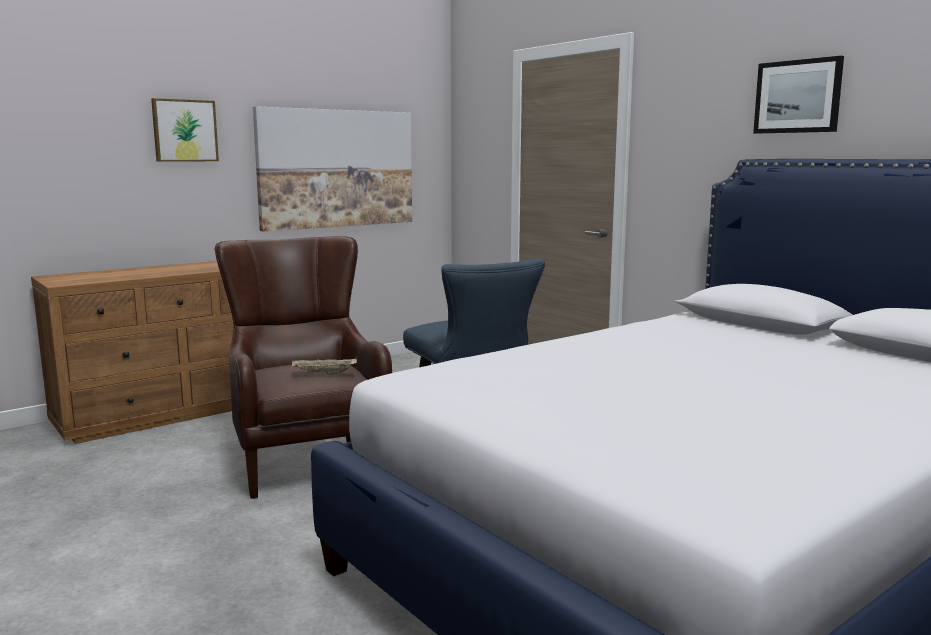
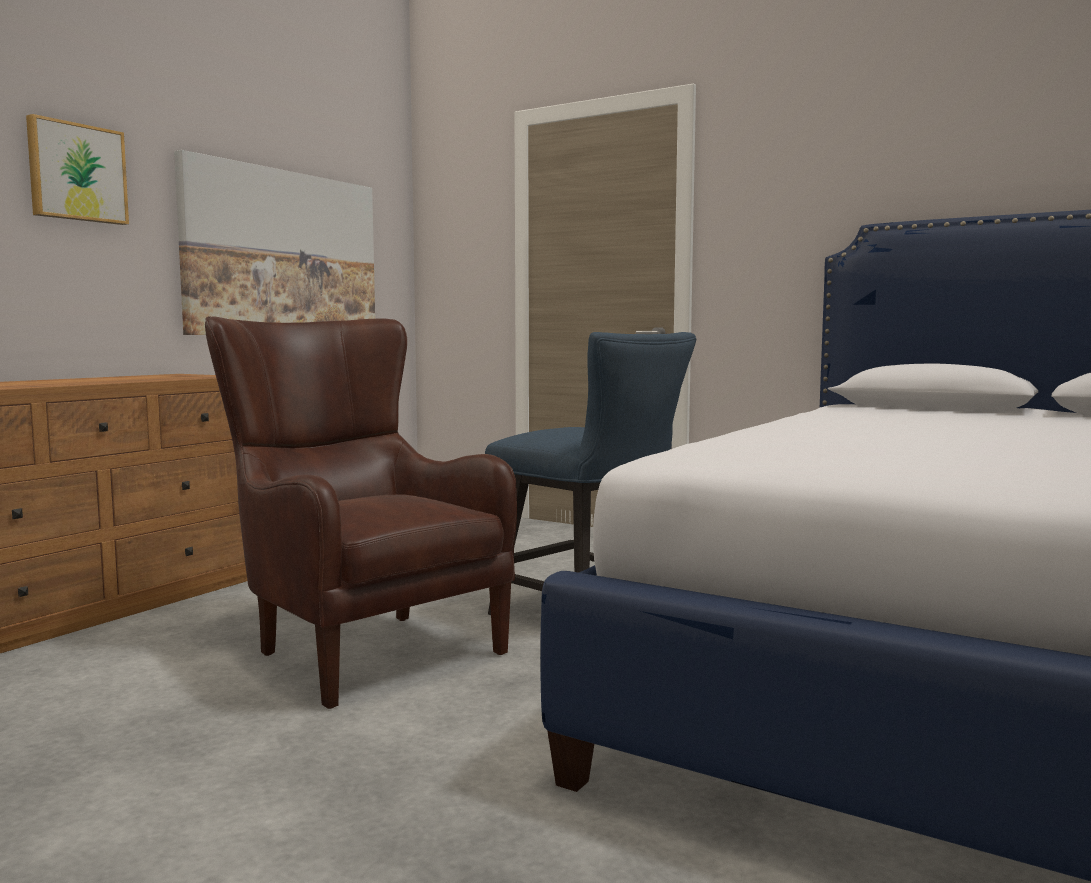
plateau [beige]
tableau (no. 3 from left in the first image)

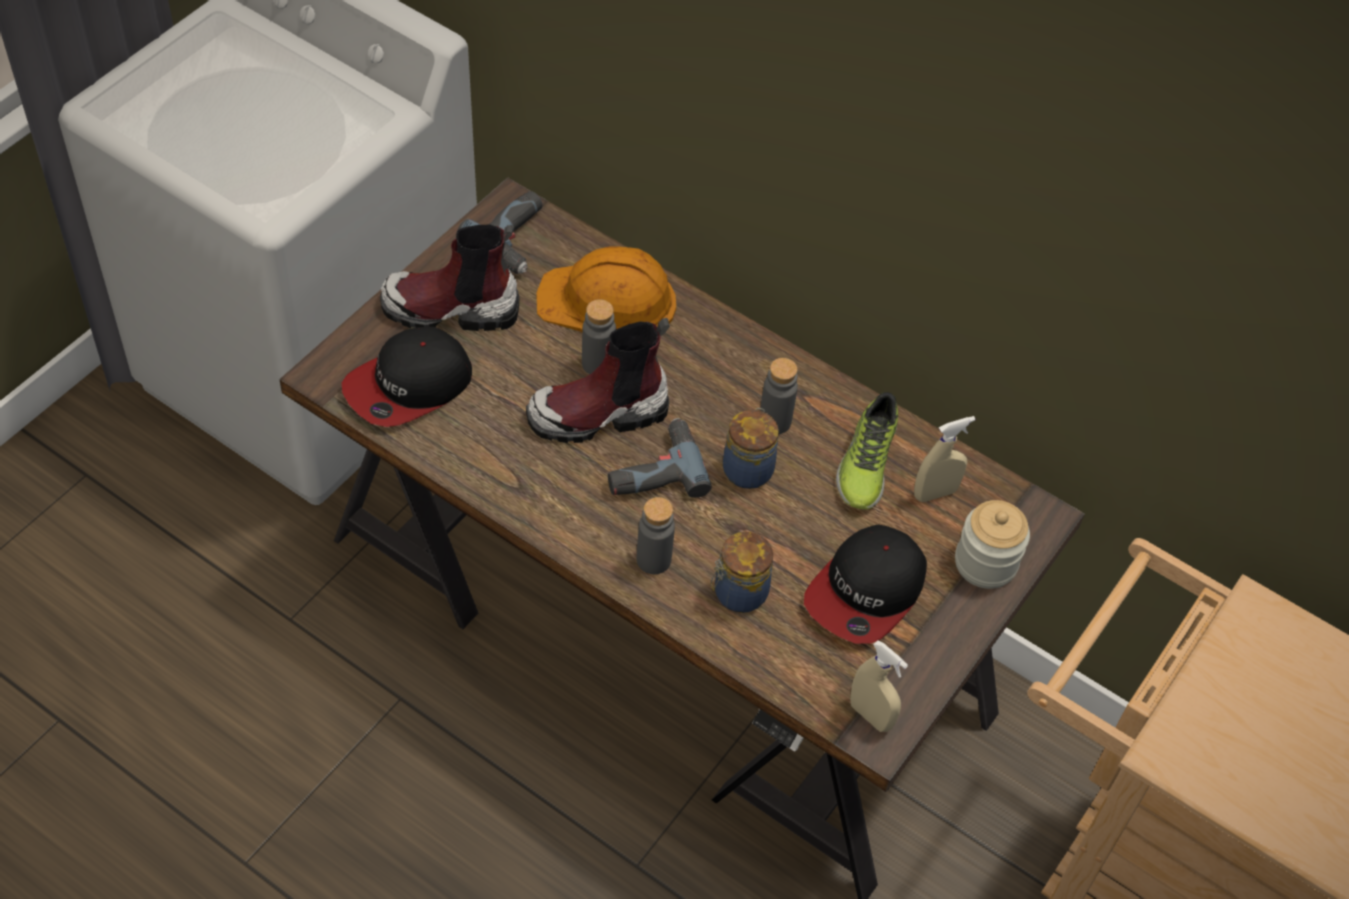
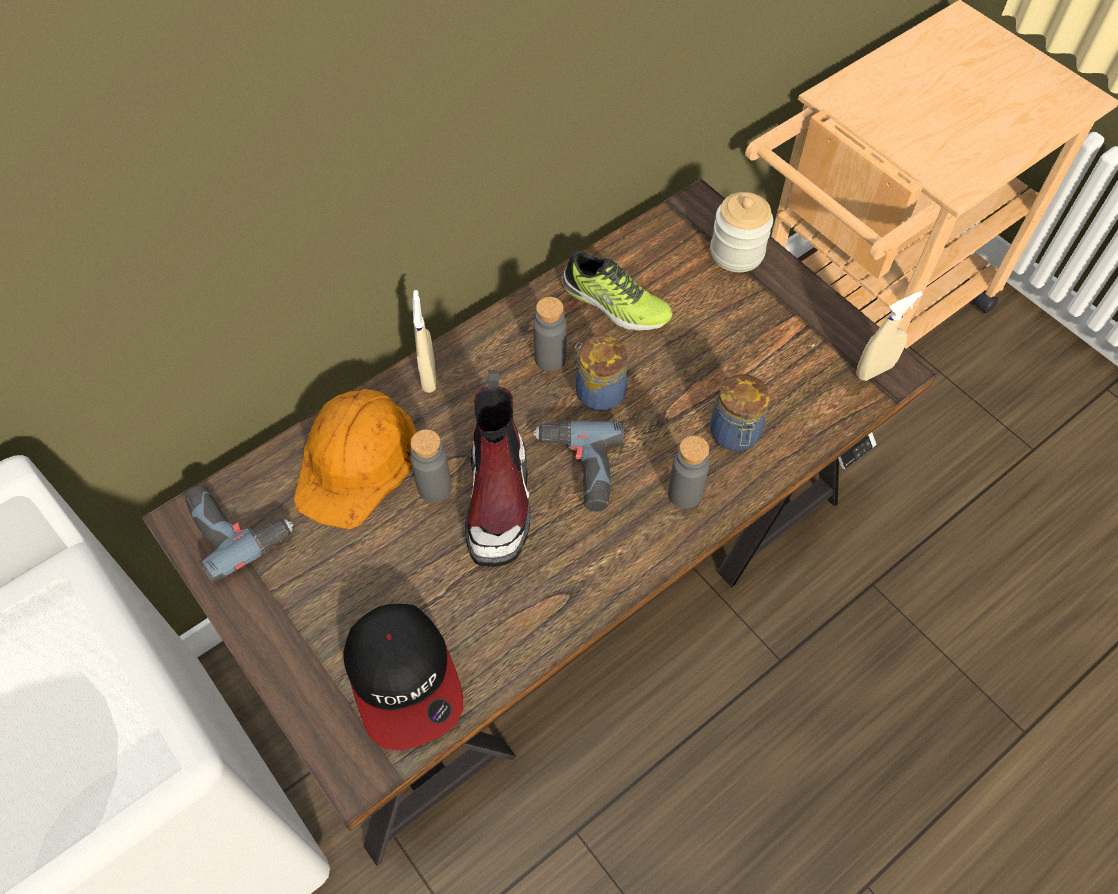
botte (no. 1 from left in the first image)
casquette (no. 2 from left in the first image)
vaporisateur [beige] (no. 1 from left)

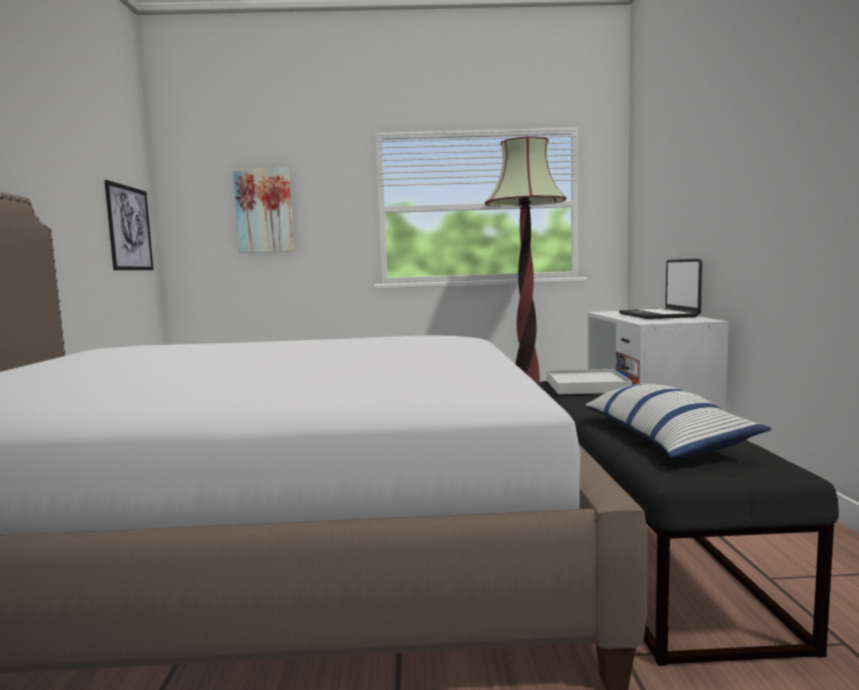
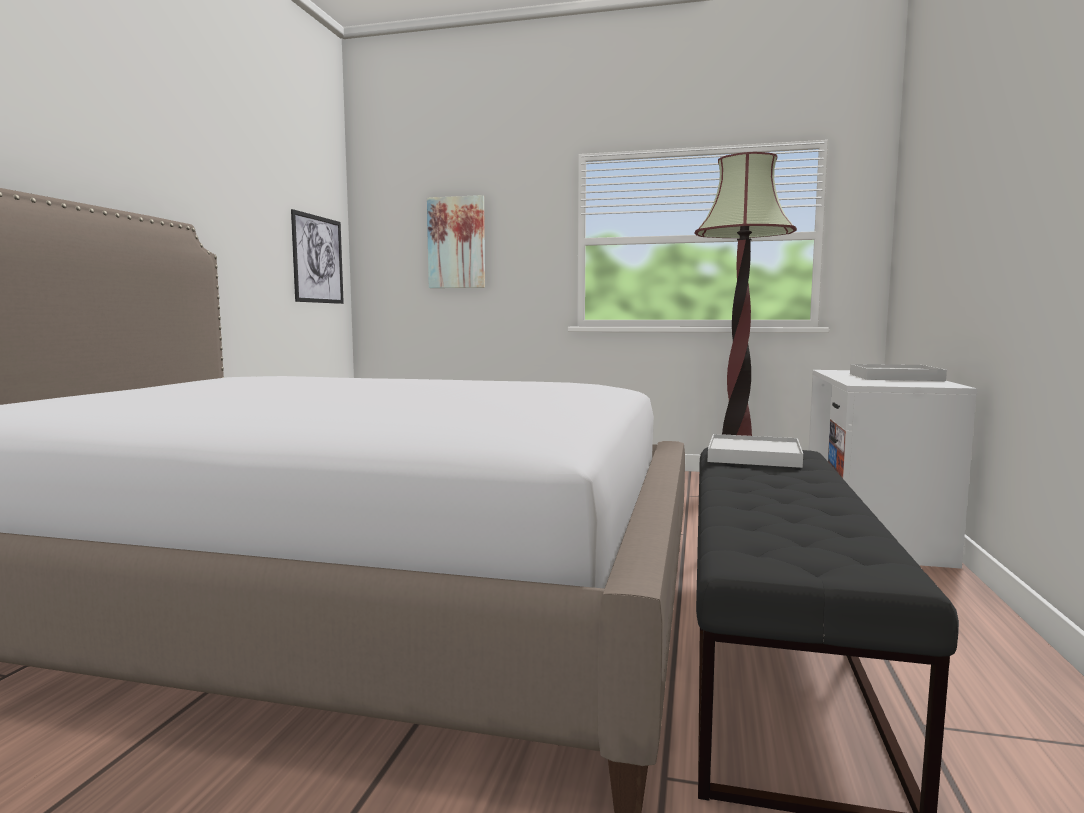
coussin
plateau [blanc] (no. 2 from left)

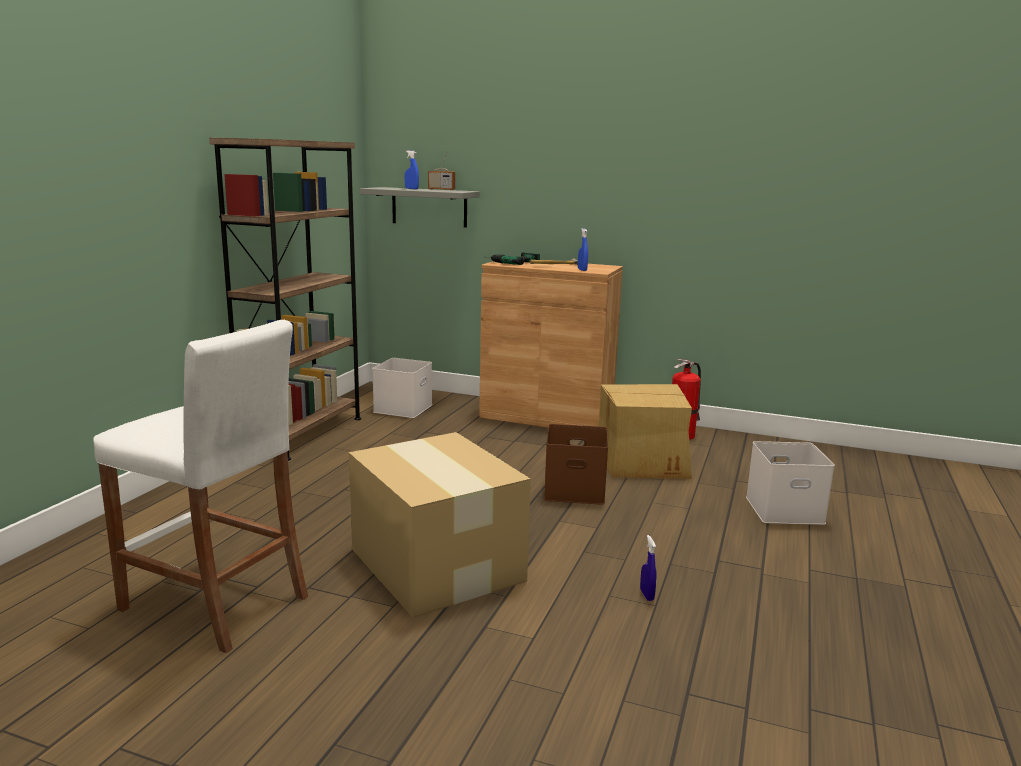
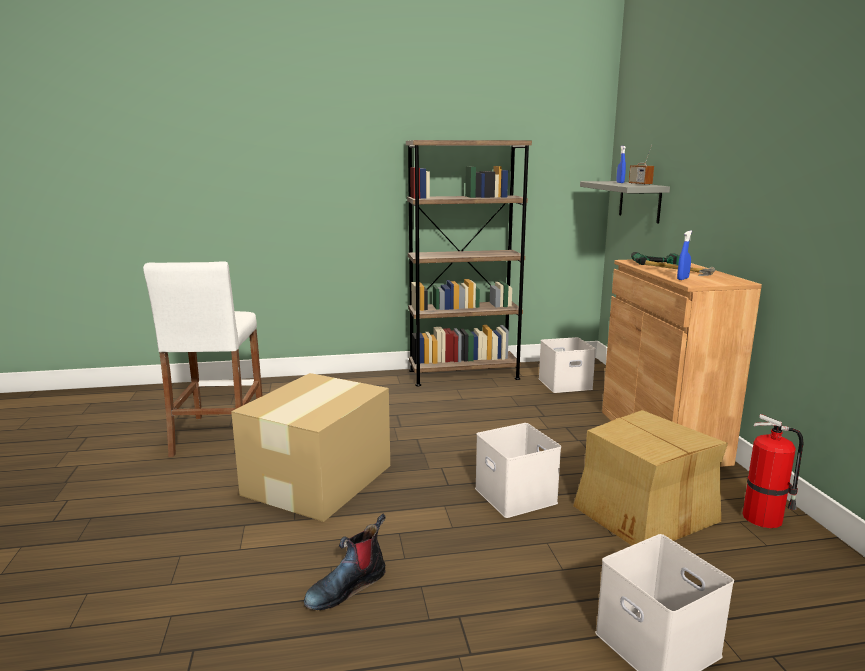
botte
boîte de rangement [blanc] (no. 1 from left)

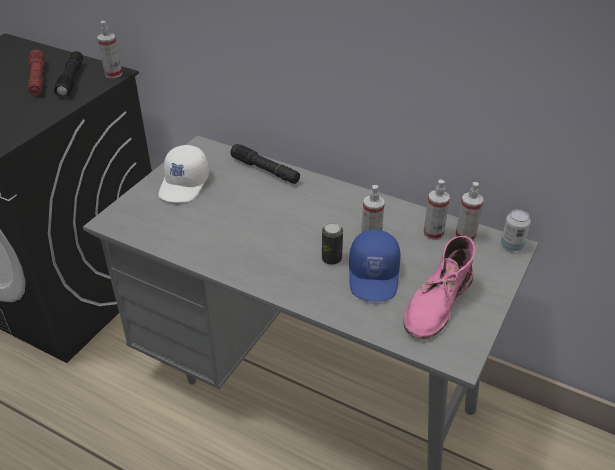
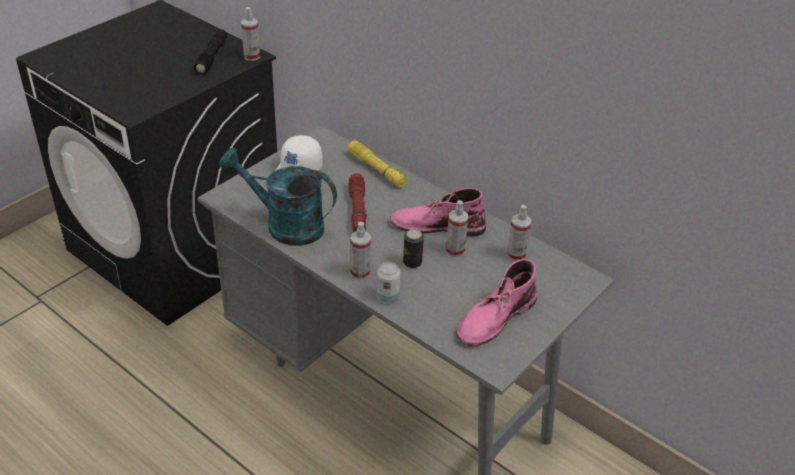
casquette [bleu]
arrosoir [turquoise]
botte [rose] (no. 1 from left)
lampe de poche [rouge]
vaporisateur (no. 2 from left)
boîte métallique (no. 1 from left)
lampe de poche [jaune]

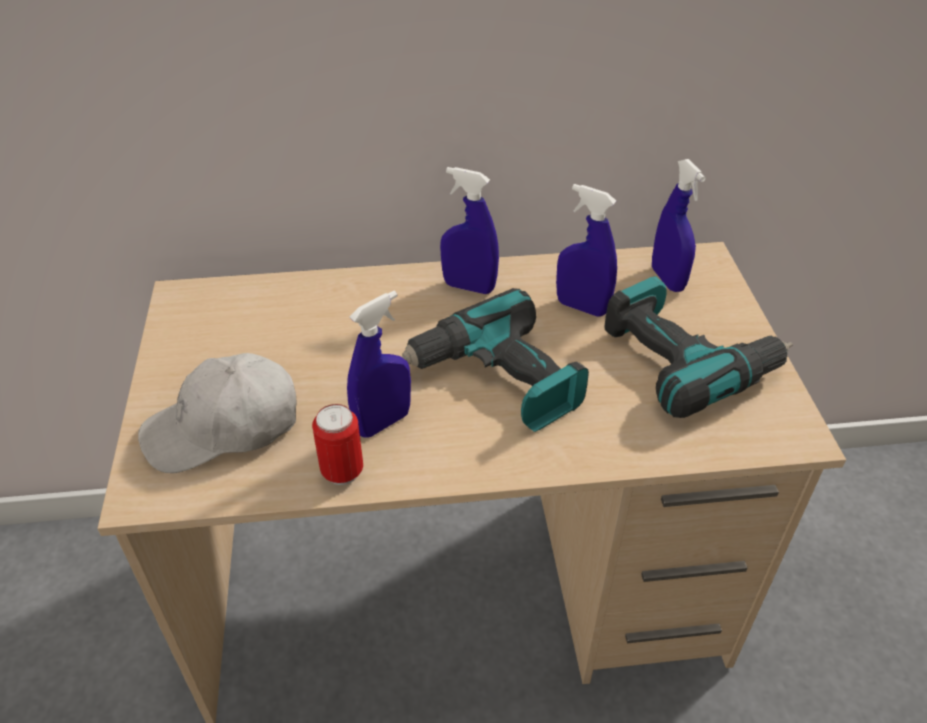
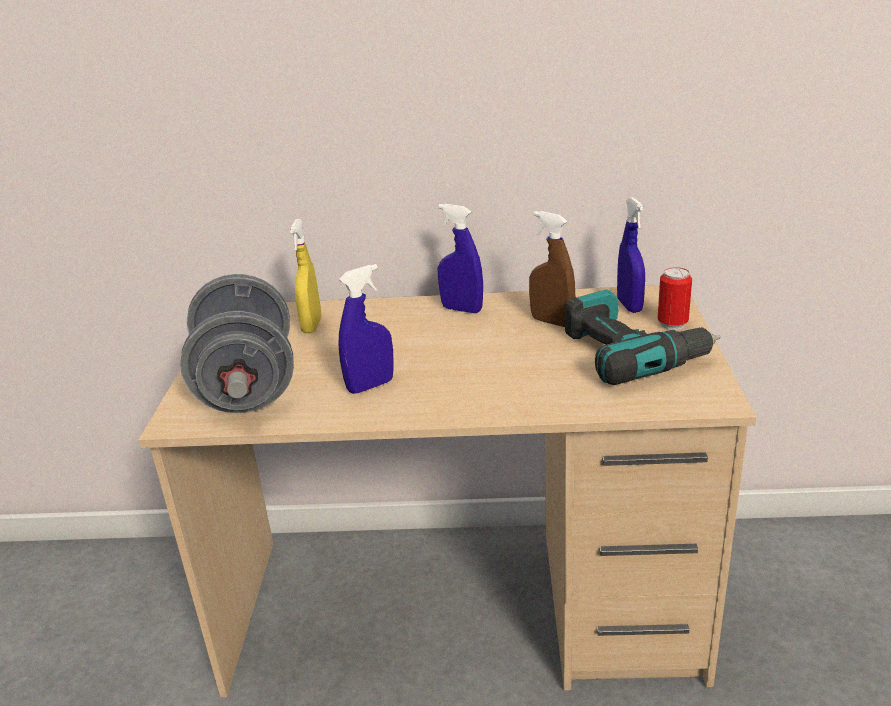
perceuse (no. 1 from left in the first image)
vaporisateur [jaune]
boîte métallique
haltère [gris]
vaporisateur [marron]

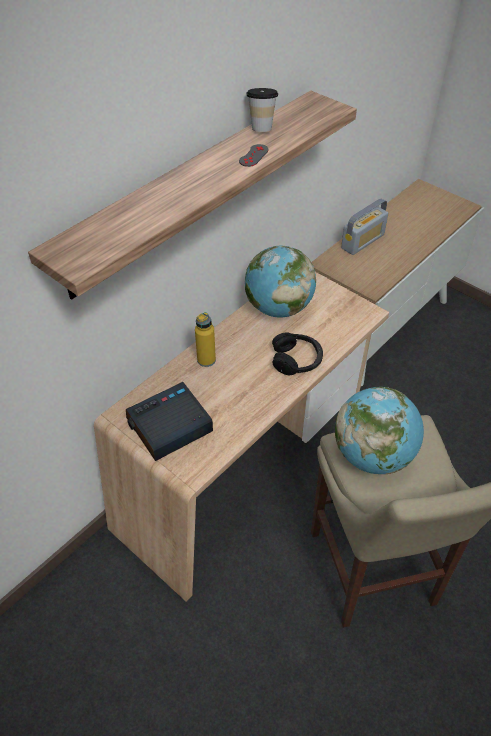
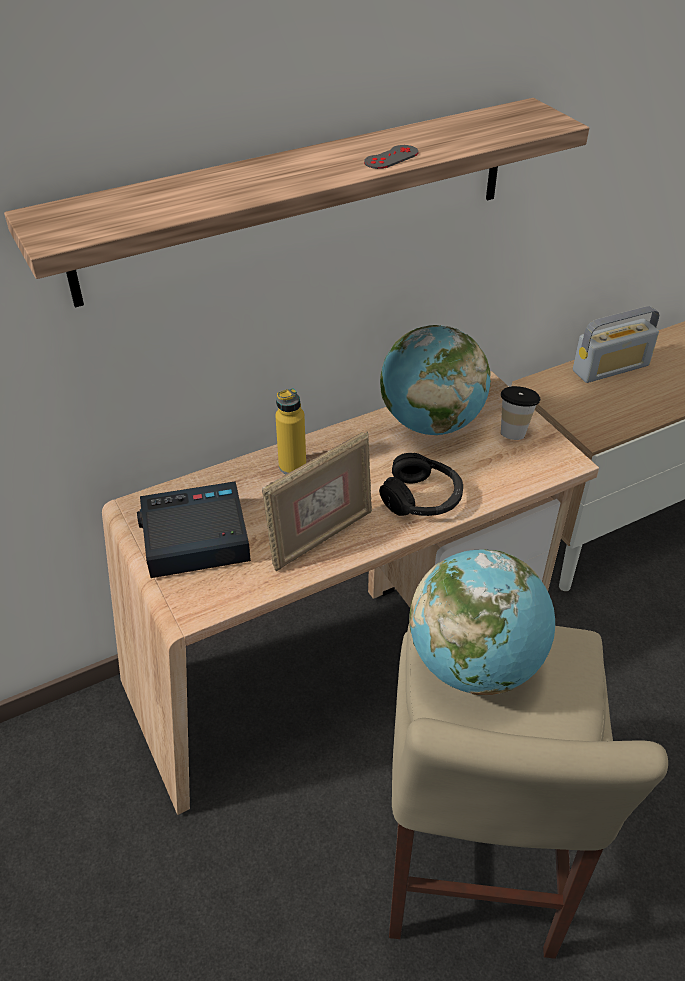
cadre photo
tasse

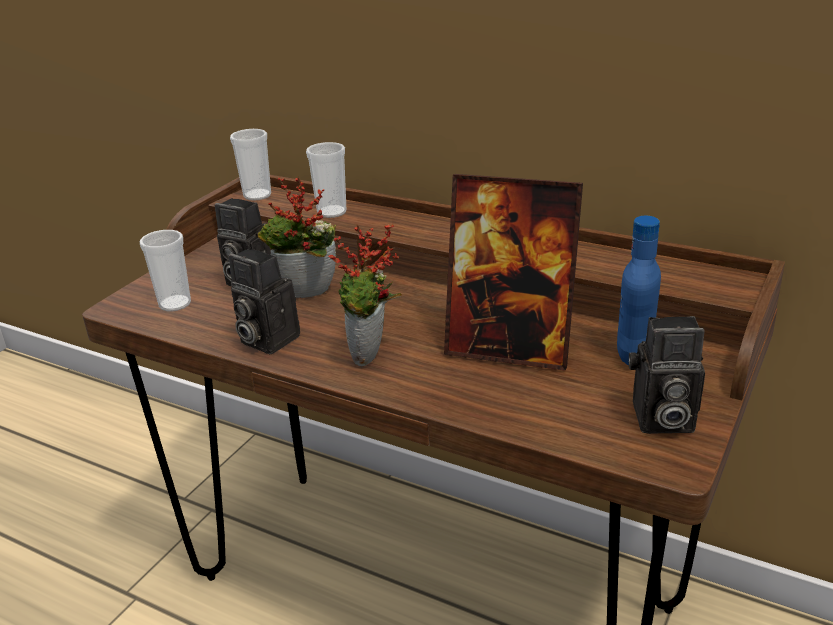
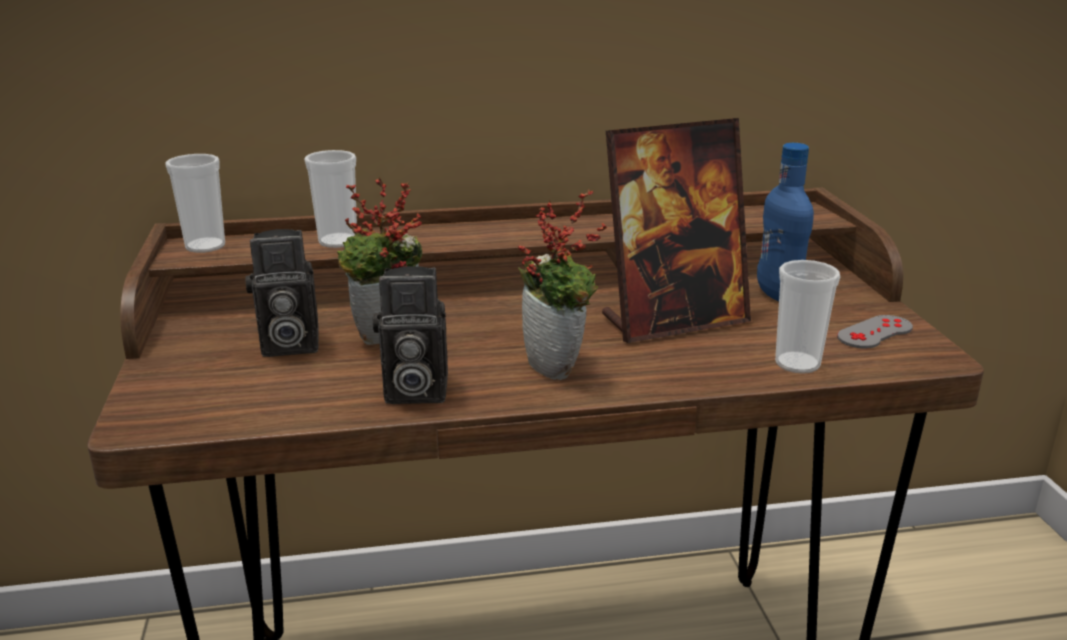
tasse (no. 3 from left)
manette [gris]

